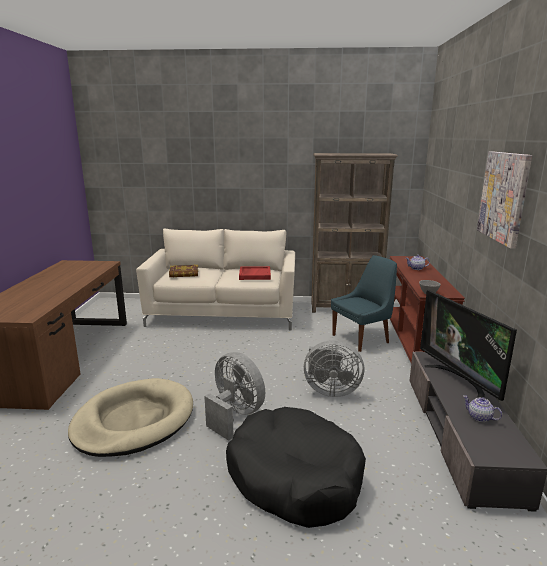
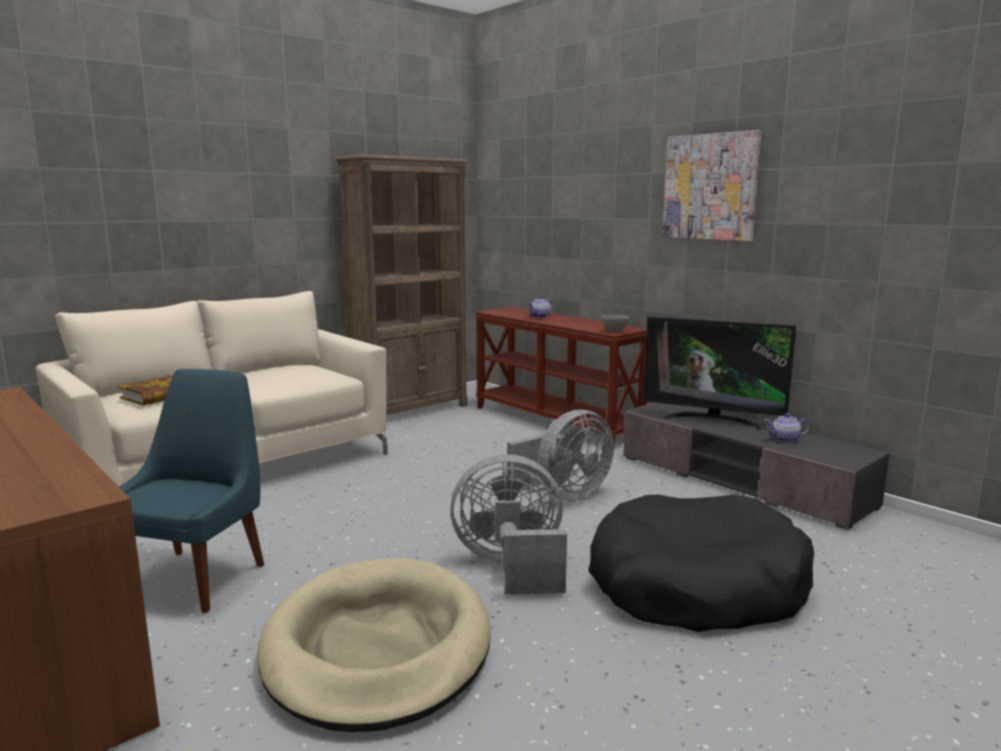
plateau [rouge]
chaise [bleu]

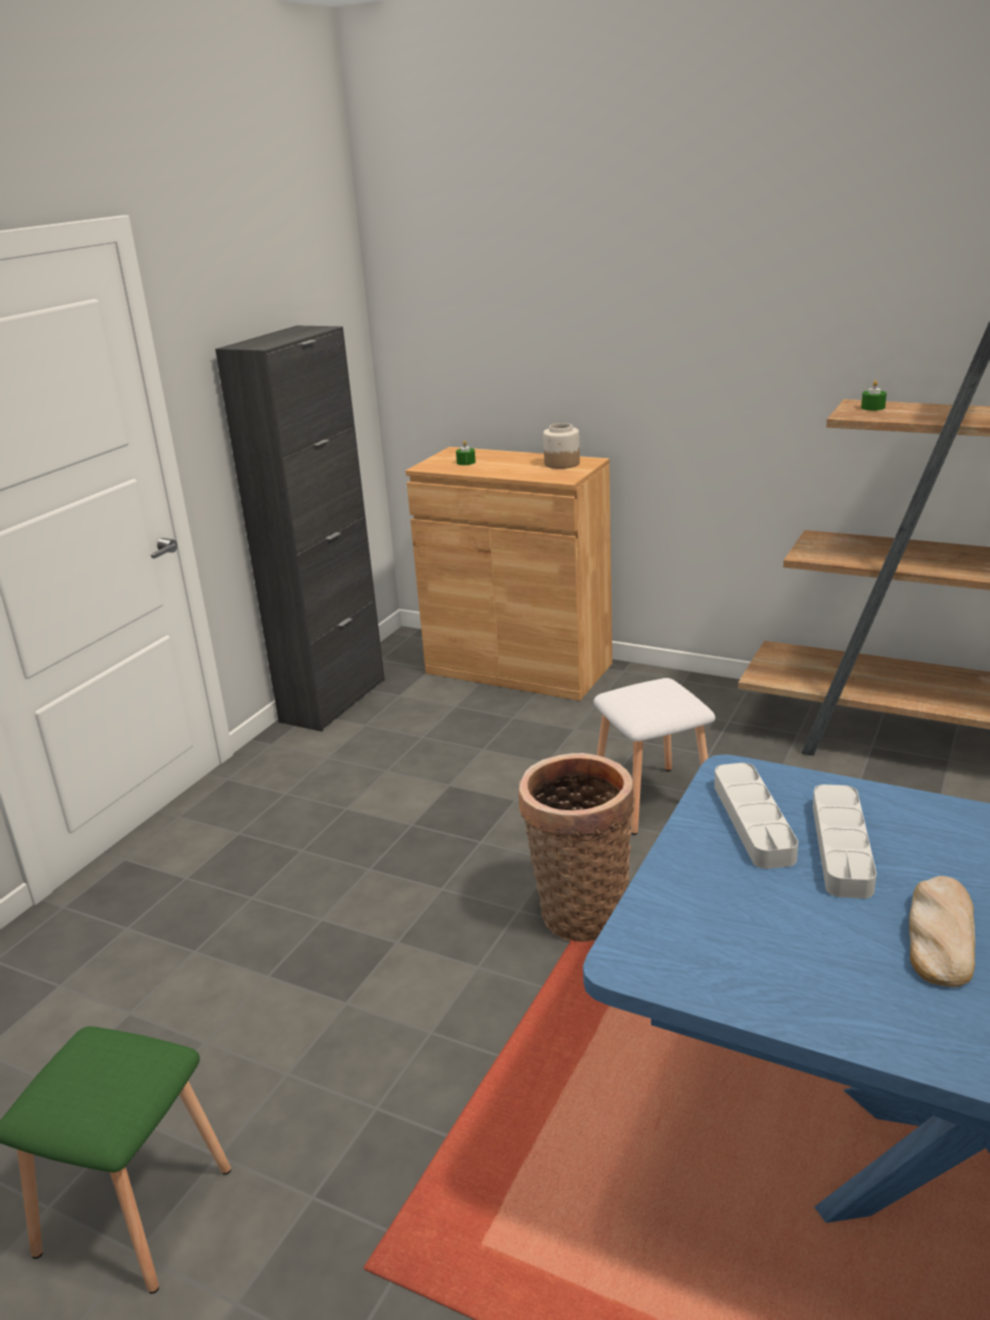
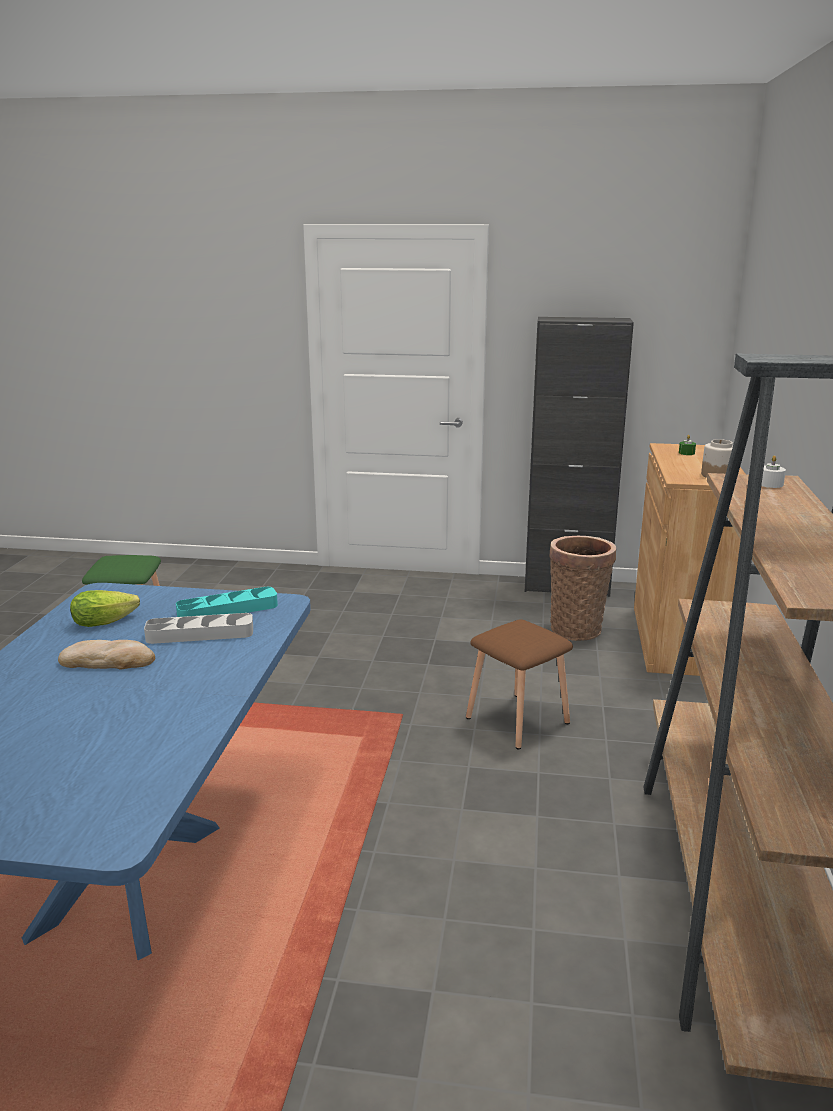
laitue
panier
tabouret [marron]
plateau [turquoise]
bougie [blanc]

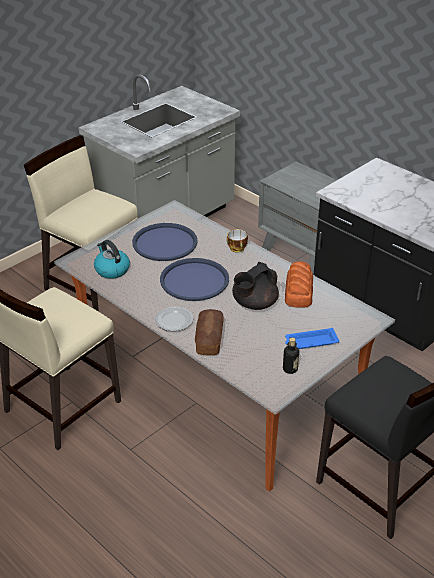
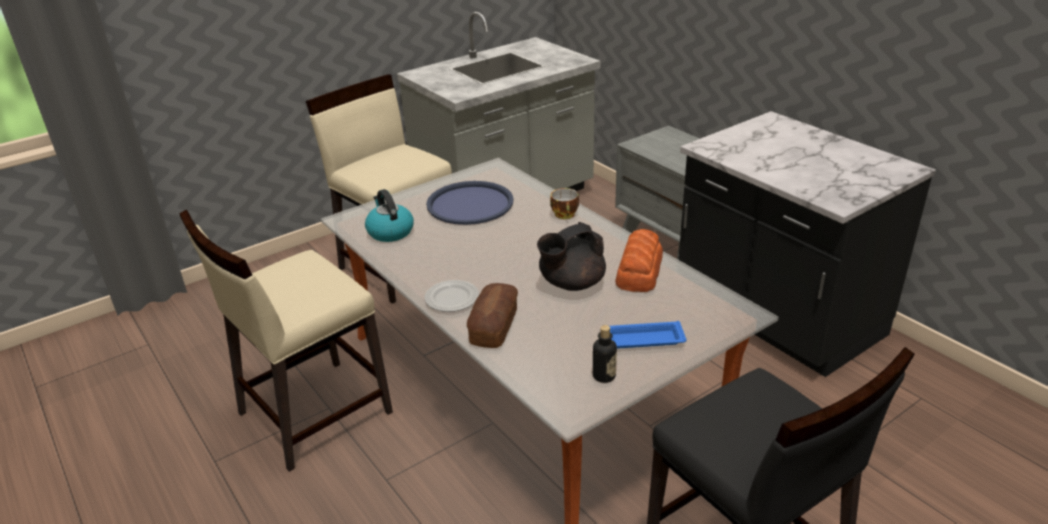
plateau [bleu] (no. 2 from left in the first image)

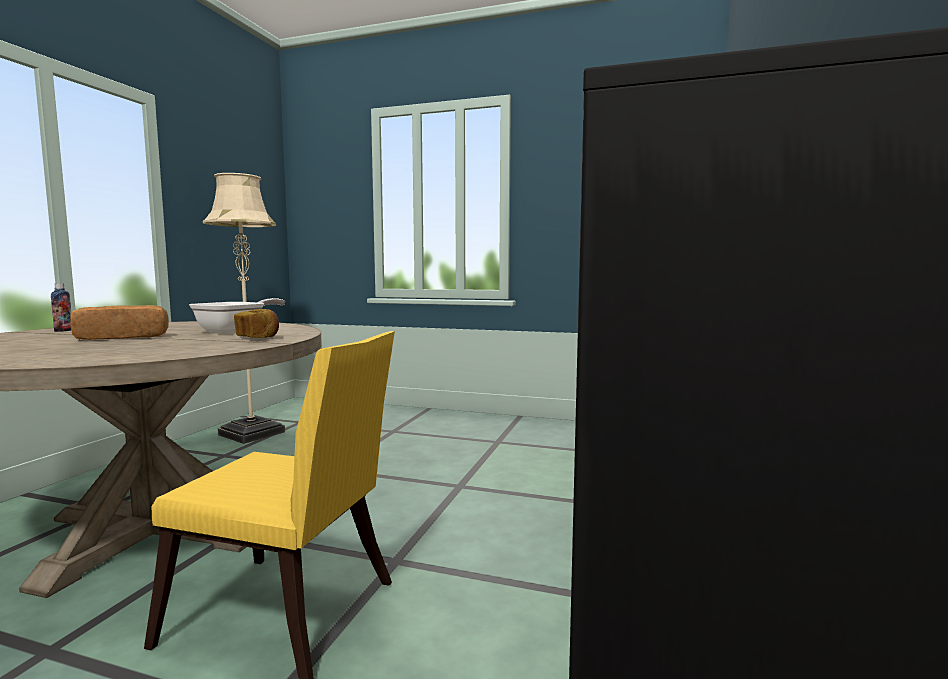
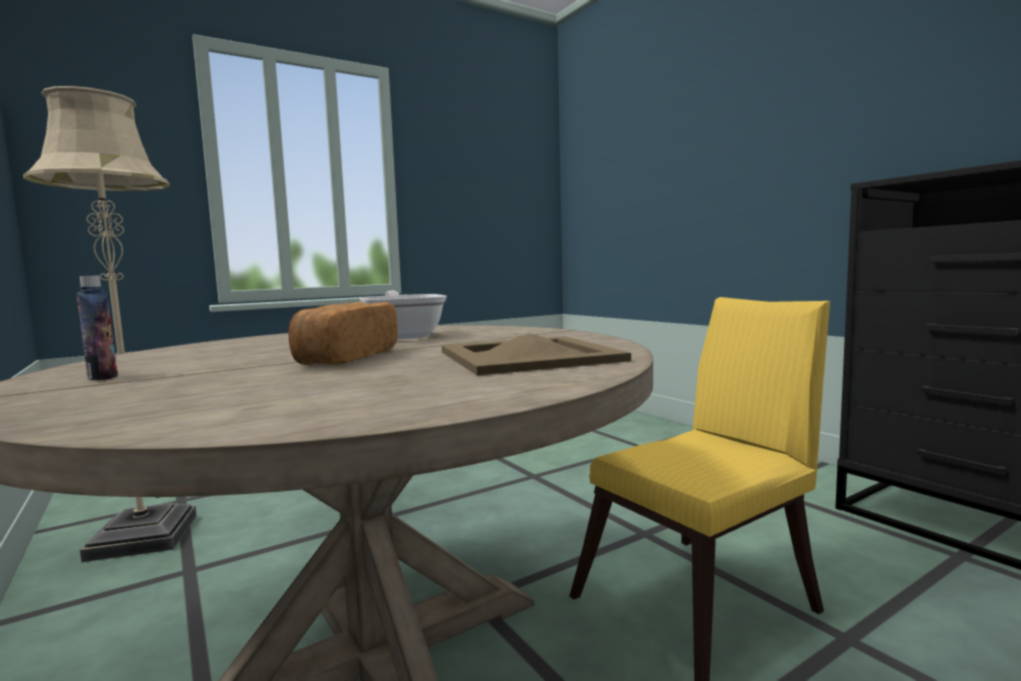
pain (no. 2 from left in the first image)
plateau [beige]

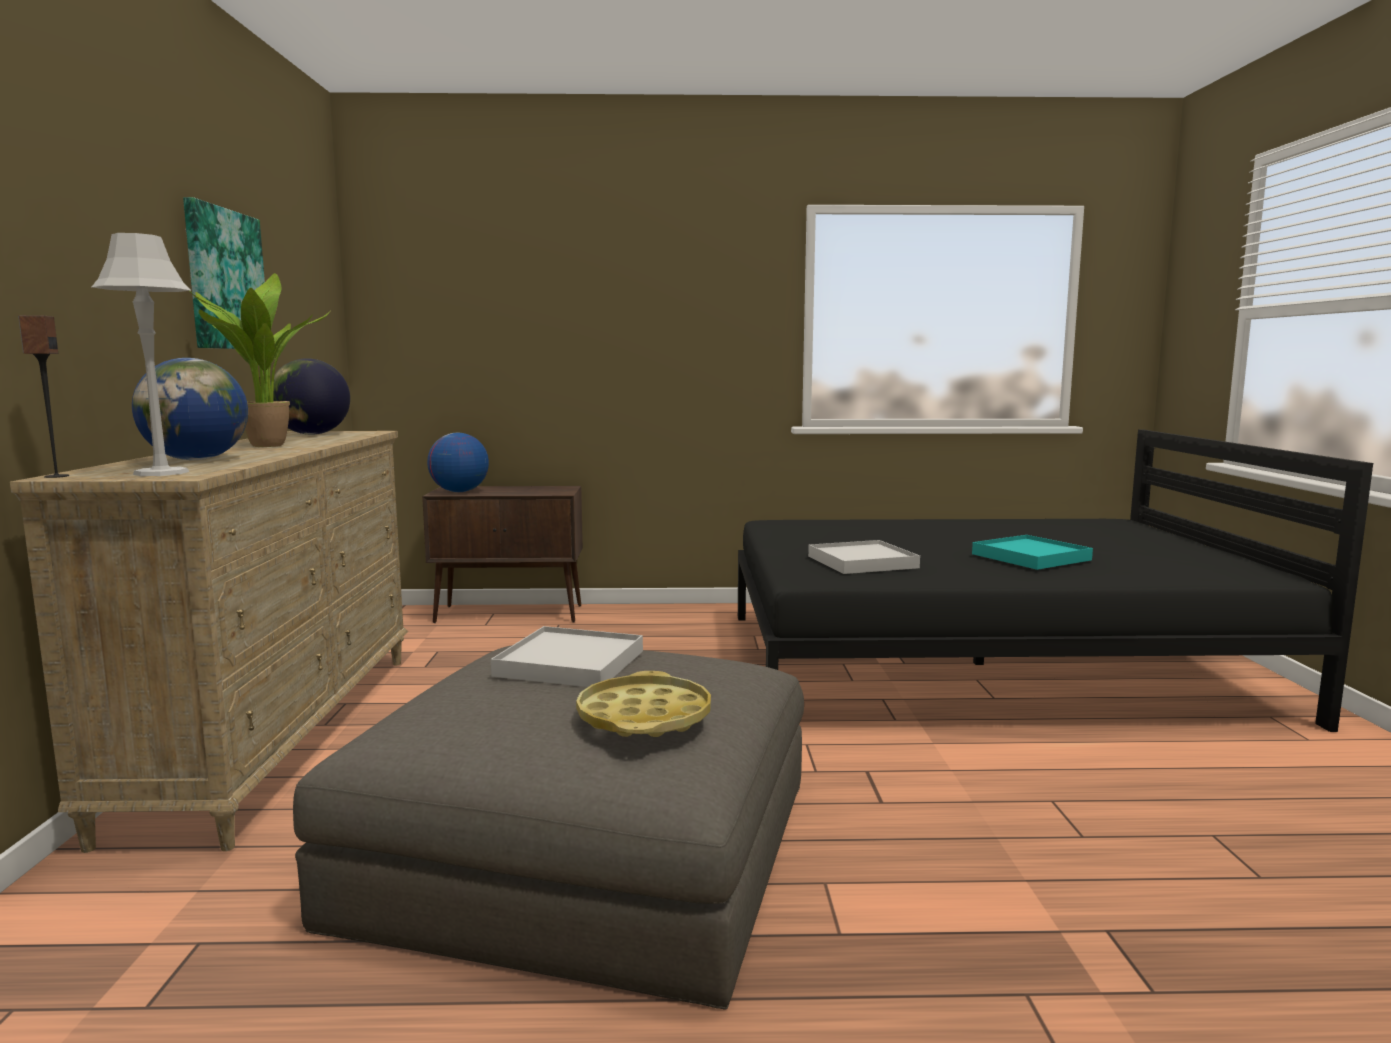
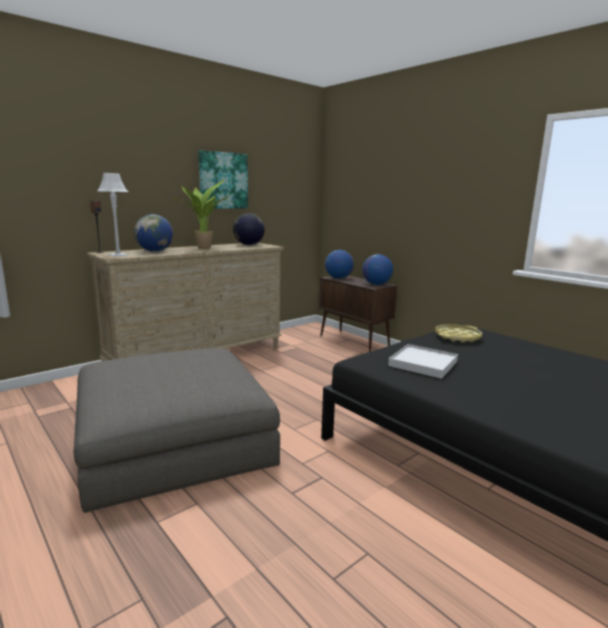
plateau [blanc] (no. 1 from left in the first image)
plateau [turquoise]
globe (no. 4 from left)
plateau [jaune]

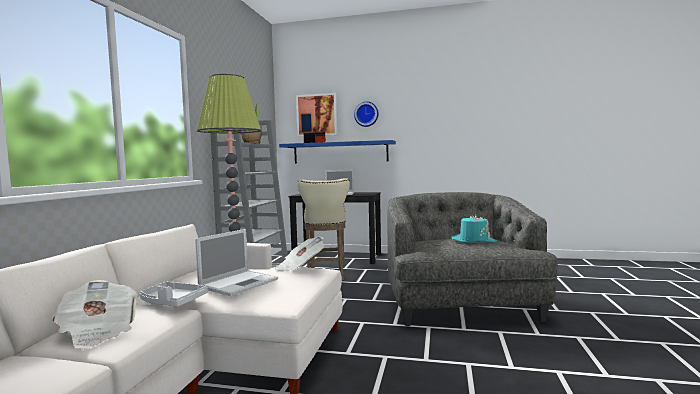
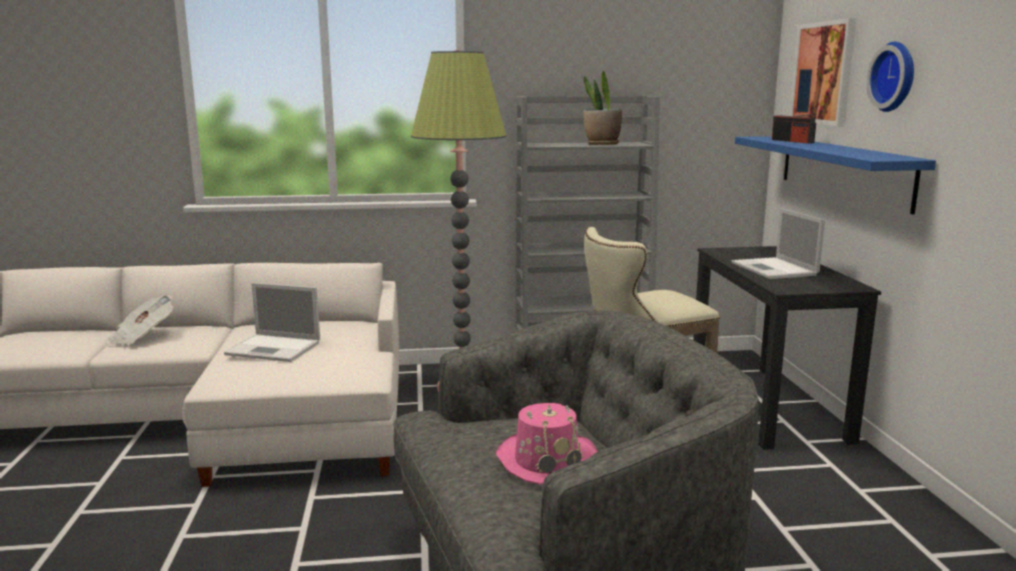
plateau [gris]
journal (no. 2 from left in the first image)
chapeau [rose]

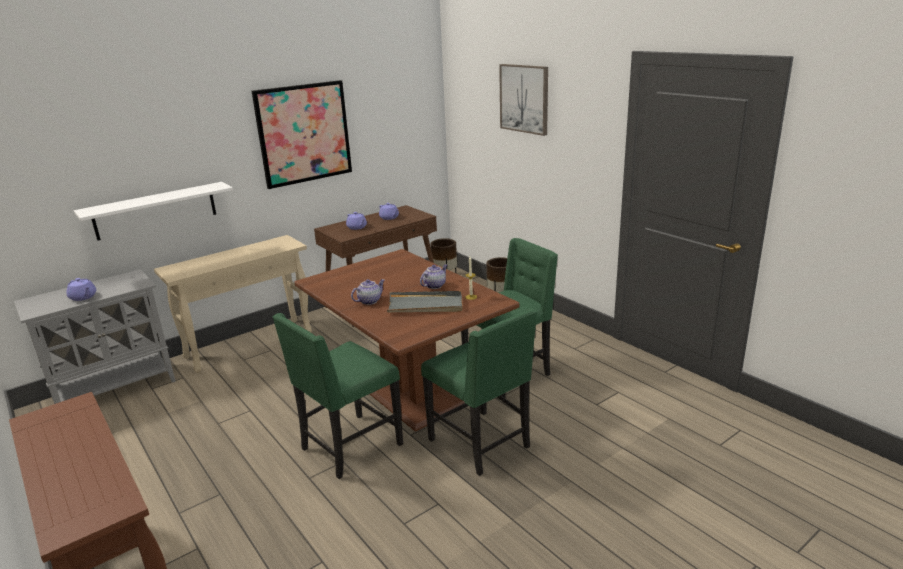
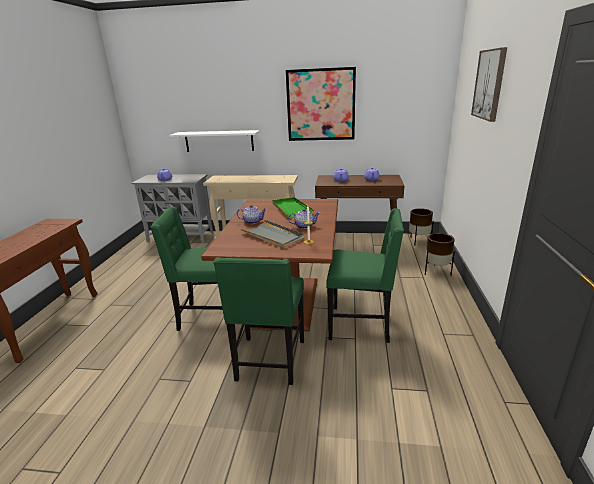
plateau [vert]

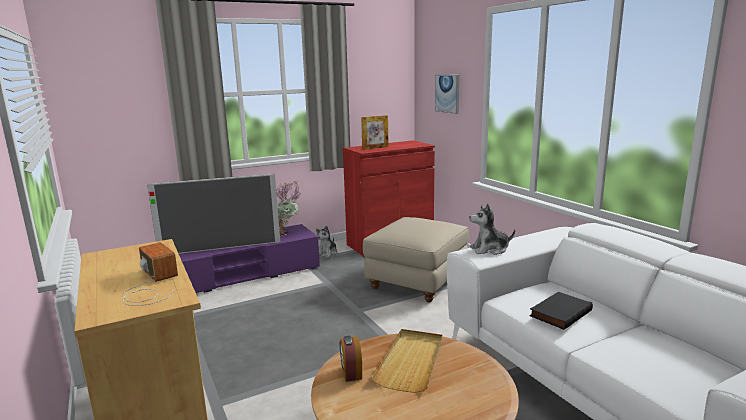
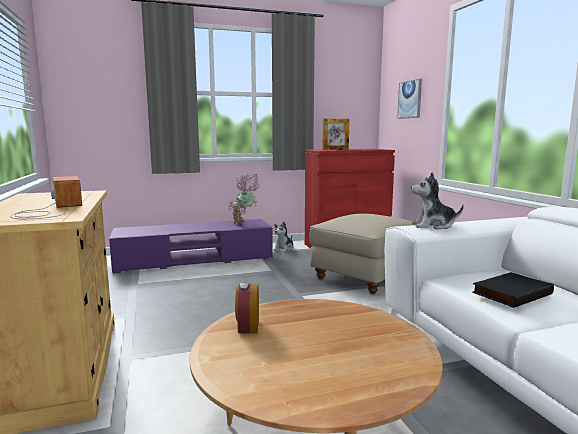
téléviseur
plateau [beige]

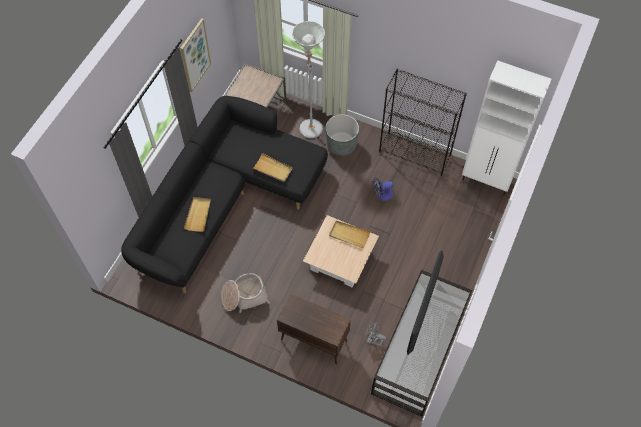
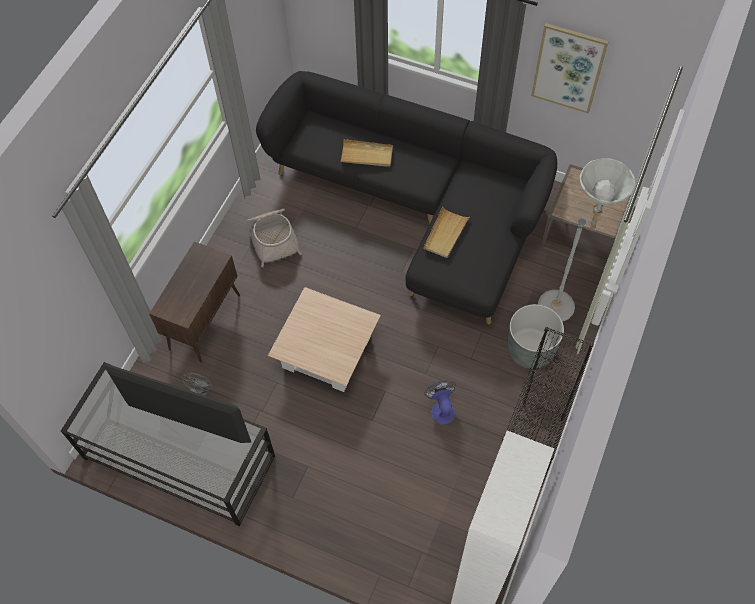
plateau [beige] (no. 3 from left in the first image)

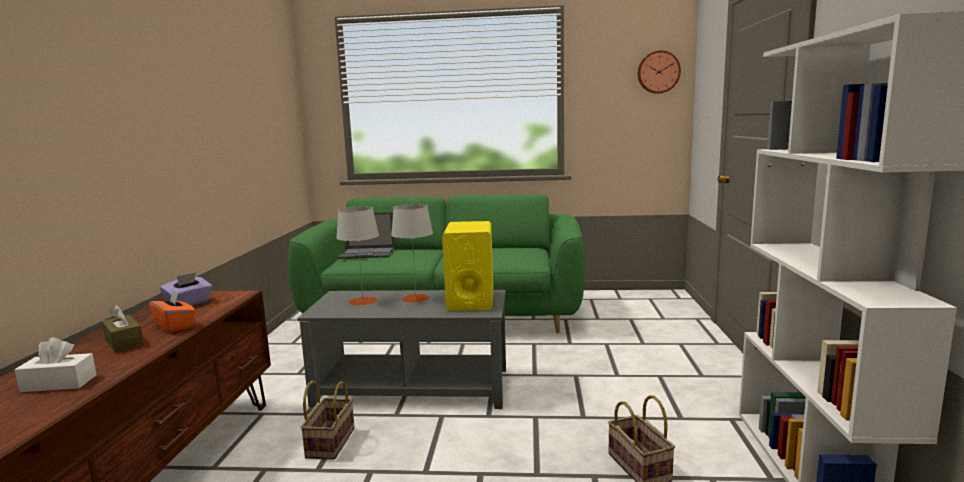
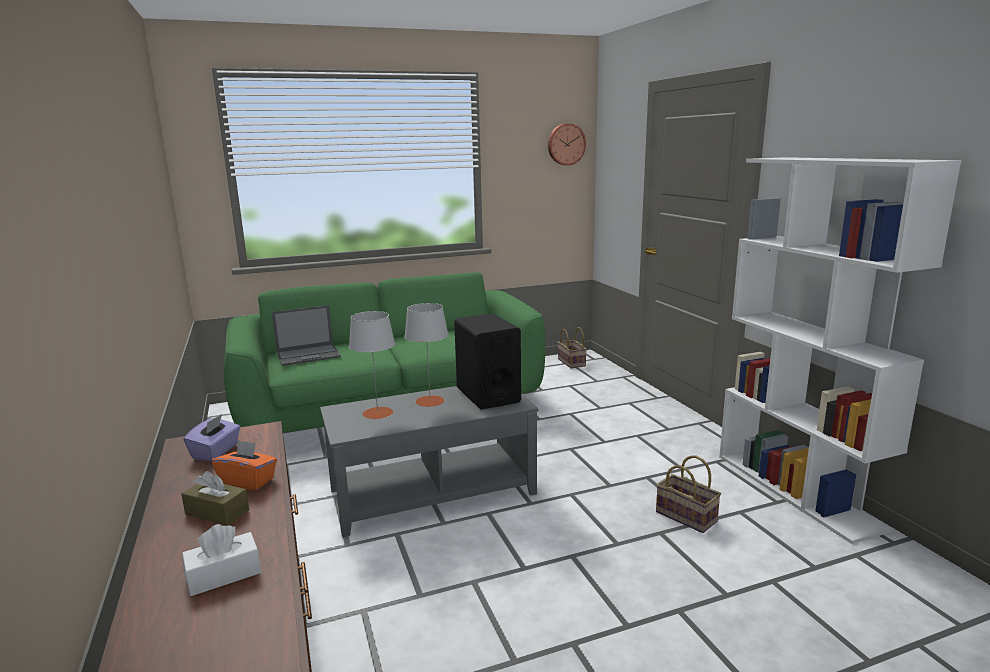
panier (no. 1 from left)
enceinte [noir]

